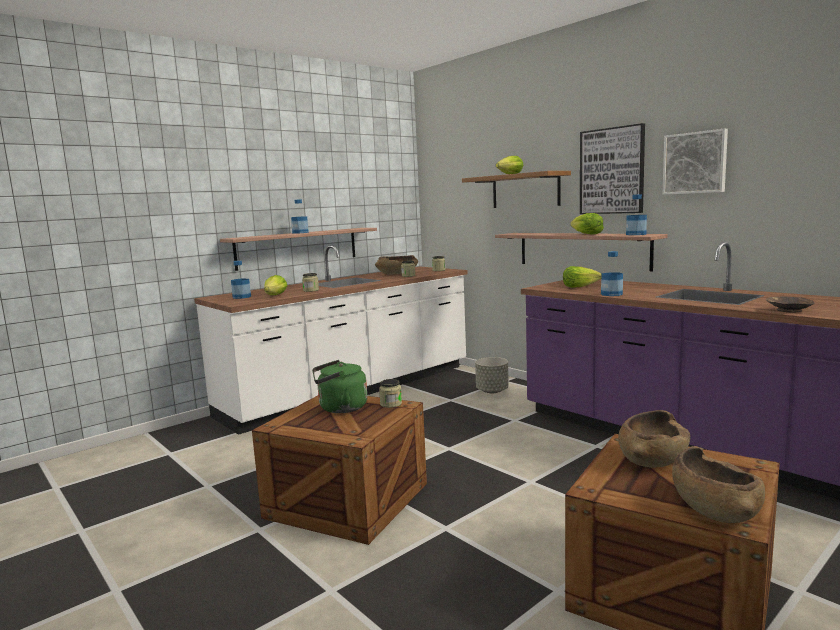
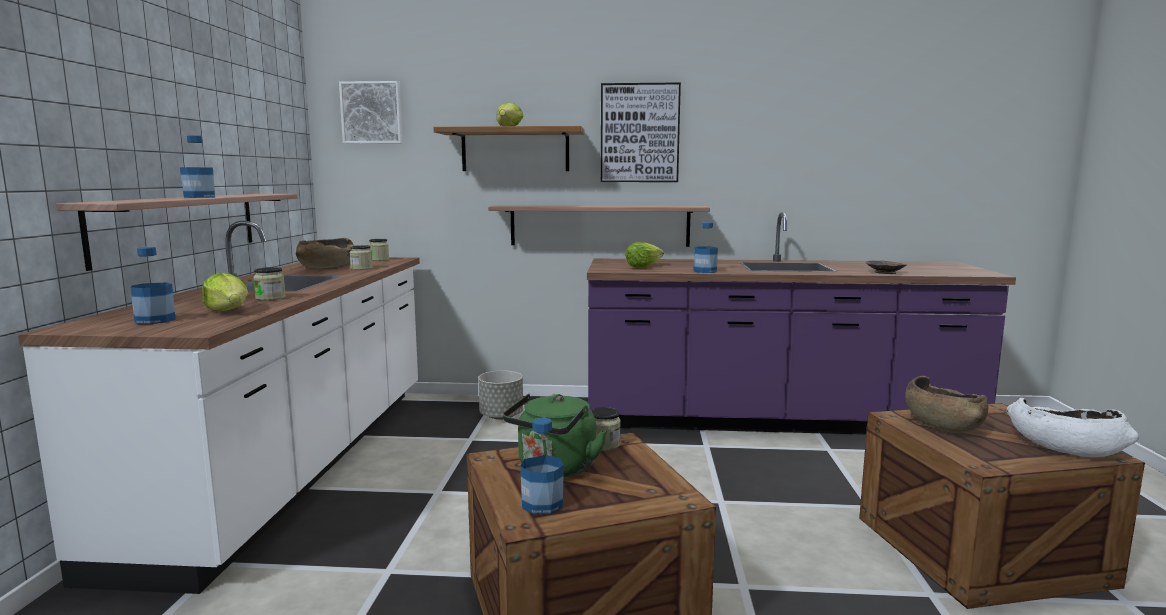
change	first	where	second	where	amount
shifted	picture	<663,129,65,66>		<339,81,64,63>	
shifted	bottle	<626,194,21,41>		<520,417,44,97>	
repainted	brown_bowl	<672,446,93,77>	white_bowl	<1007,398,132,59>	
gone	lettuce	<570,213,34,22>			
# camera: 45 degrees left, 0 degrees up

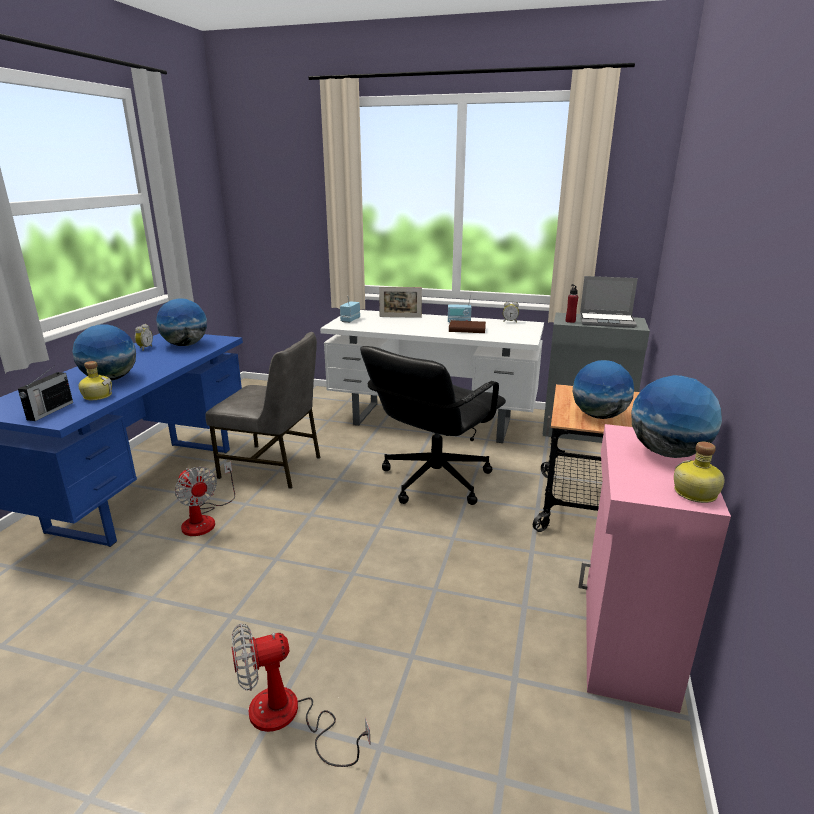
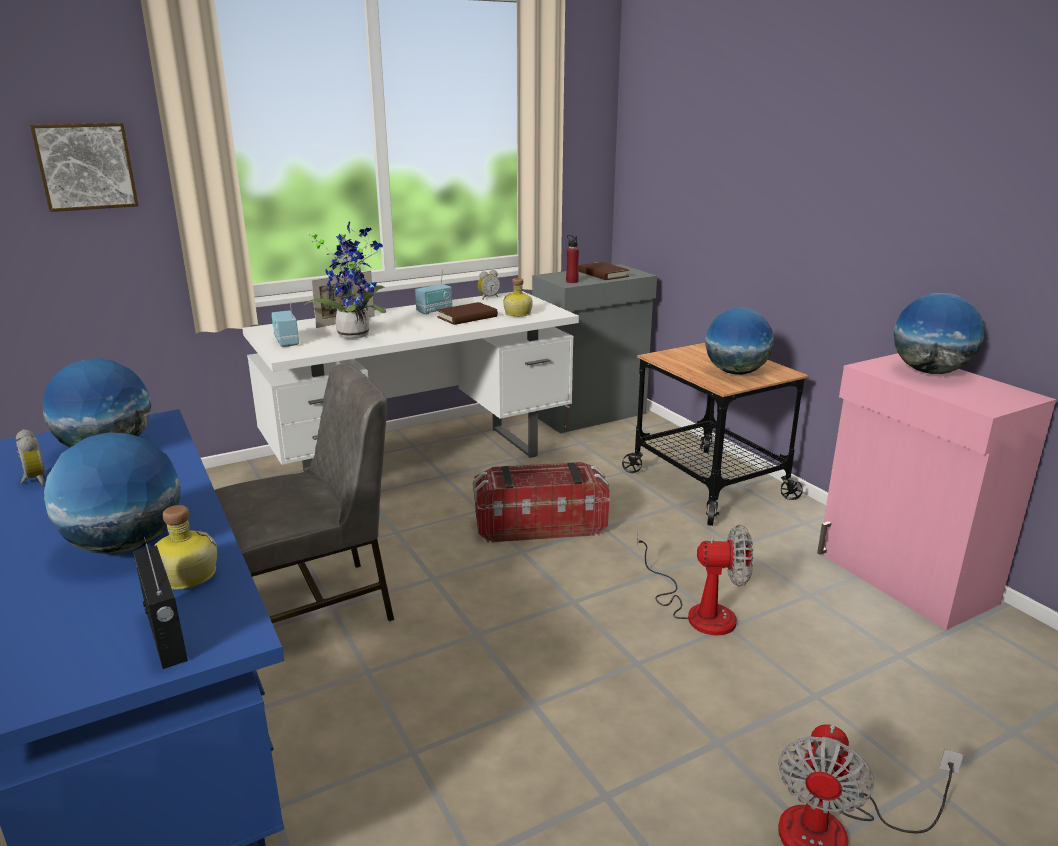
change	first	where	second	where	amount
new			picture	<30,122,109,90>	
new			potted_plant	<304,221,82,118>	
swapped	black_office_chair	<360,346,146,159>	storage_box	<473,462,137,81>	
shifted	bottle	<674,442,51,61>		<503,278,30,39>	
swapped	laptop	<580,276,58,52>	brown_book	<578,262,51,18>	
shifted	fan	<175,461,60,75>		<637,524,117,111>	
# camera: 45 degrees left, 0 degrees up

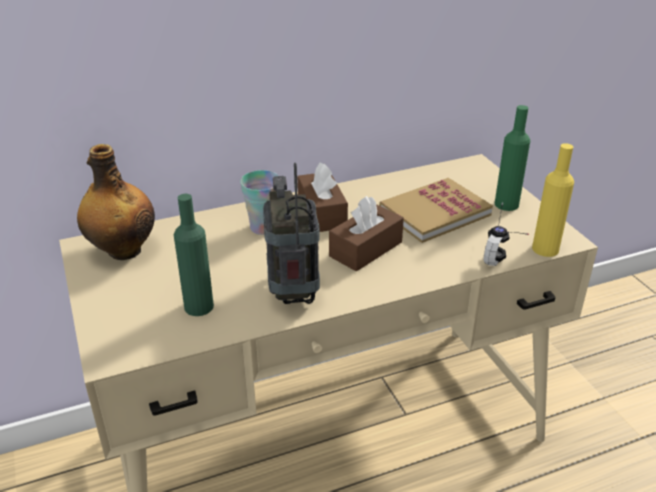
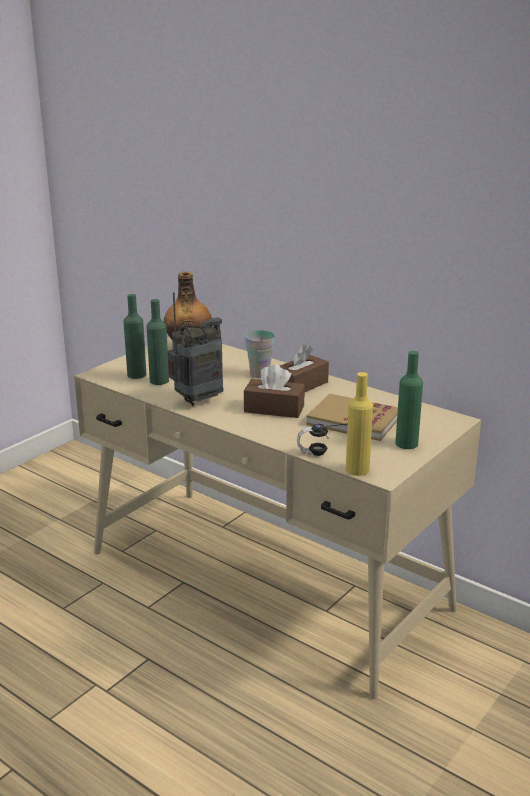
change	first	where	second	where	amount
new			green_bottle	<124,294,23,85>	
# camera: 60 degrees right, 10 degrees down

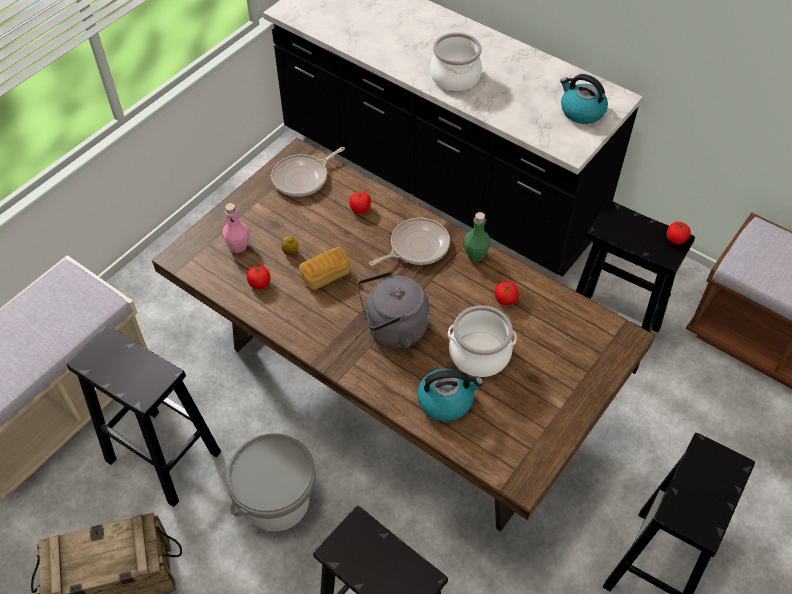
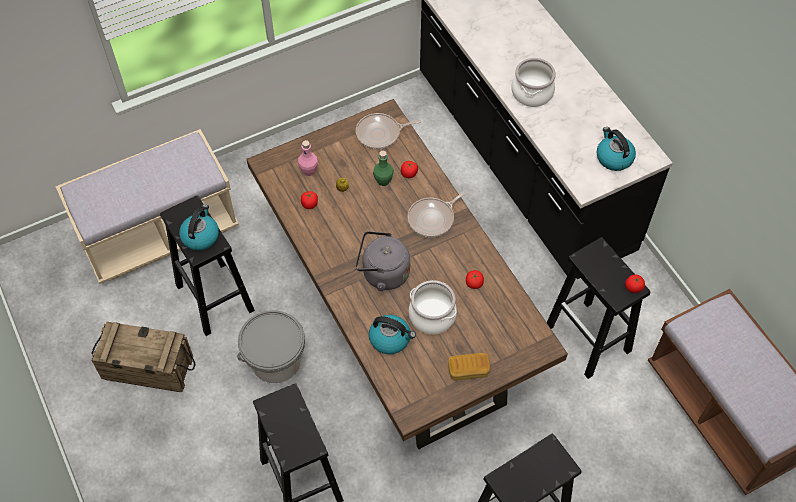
change	first	where	second	where	amount
new			kettle	<179,204,40,47>	
shifted	green_bottle	<463,212,28,50>		<373,151,21,35>	
rotated	frying_pan	<369,218,81,48>		<407,191,60,46>	150 degrees clockwise
shifted	bread	<299,247,51,43>		<448,353,42,28>	
# camera: 25 degrees right, 5 degrees up

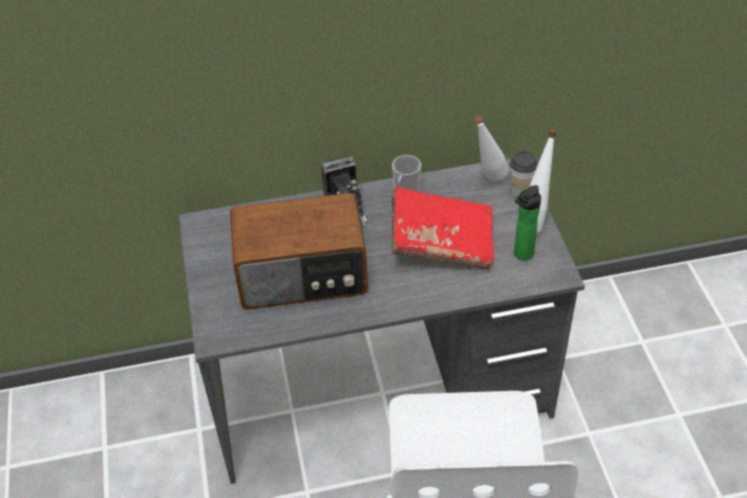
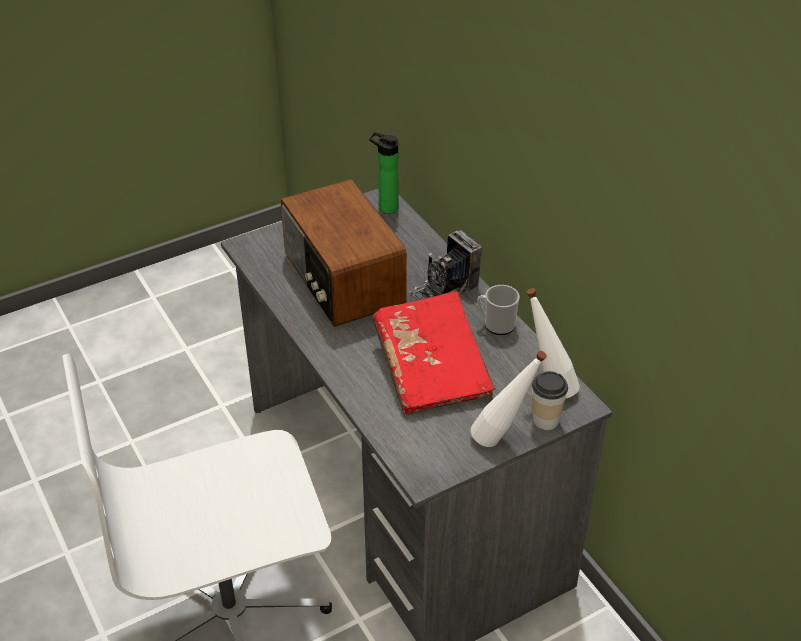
change	first	where	second	where	amount
shifted	bottle	<514,185,27,76>		<369,132,29,82>	
# camera: 70 degrees right, 5 degrees down

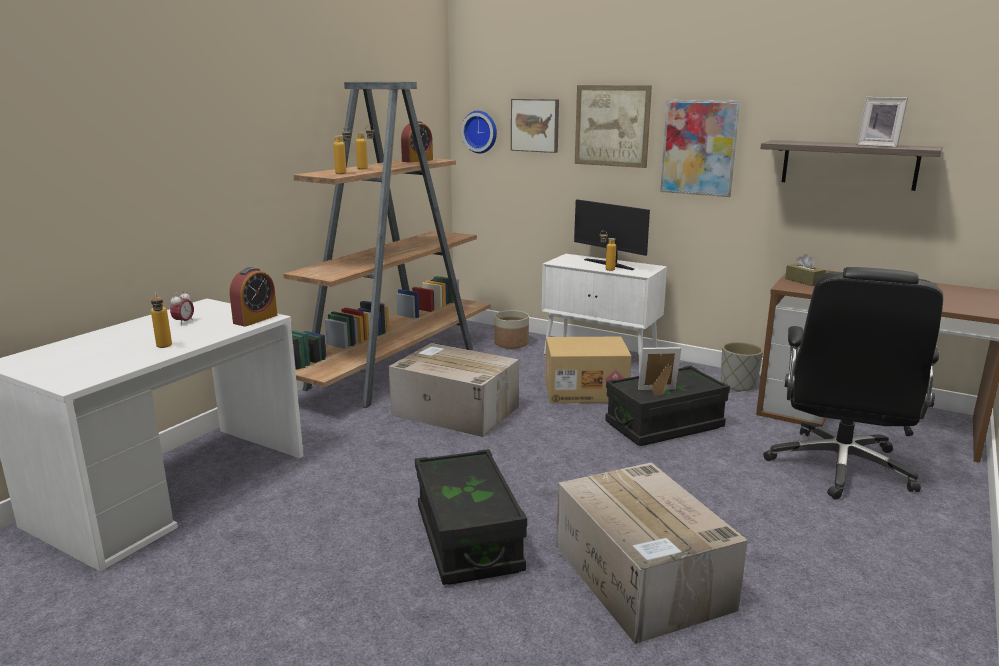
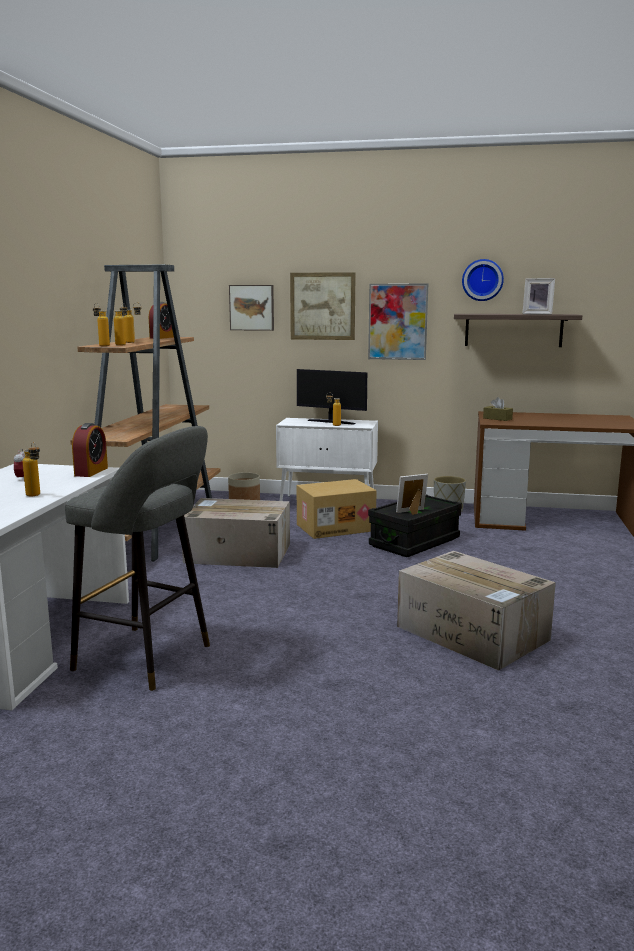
change	first	where	second	where	amount
new			grey_stool	<65,426,145,265>	
new			bottle	<93,303,17,43>	
shifted	wall_clock	<461,111,36,43>		<462,259,42,42>	
gone	black_storage_box	<415,449,112,136>			
gone	black_office_chair	<763,267,180,232>			
# camera: 20 degrees left, 5 degrees down

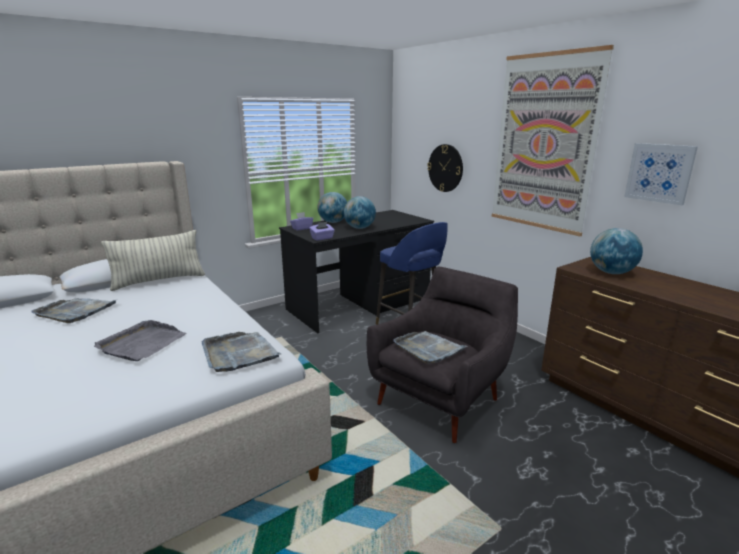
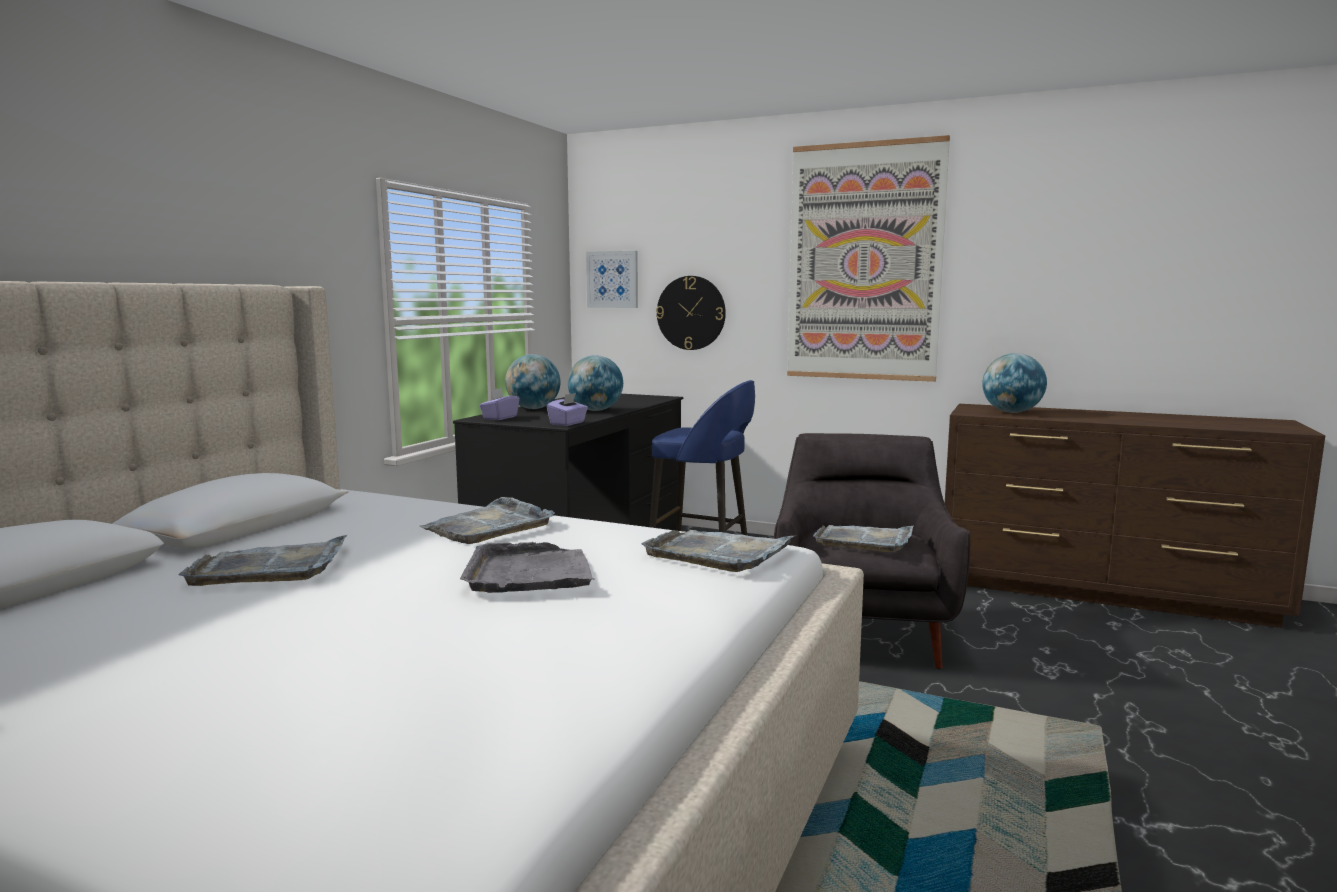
change	first	where	second	where	amount
new			grey_tray	<419,497,136,47>	
shifted	picture	<624,143,74,62>		<586,251,52,57>	
gone	pillow	<101,230,104,61>			
# camera: 30 degrees left, 10 degrees down

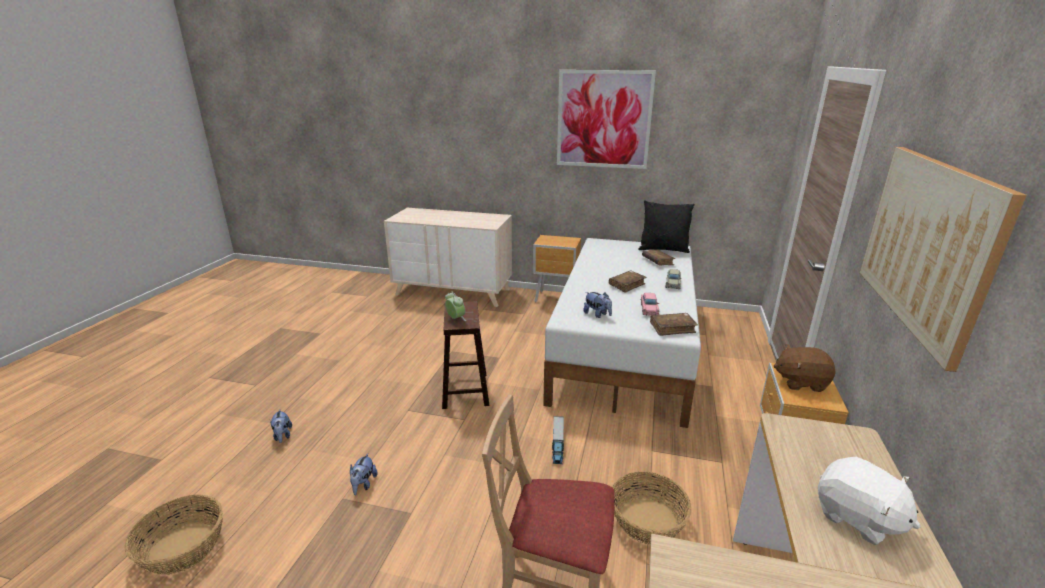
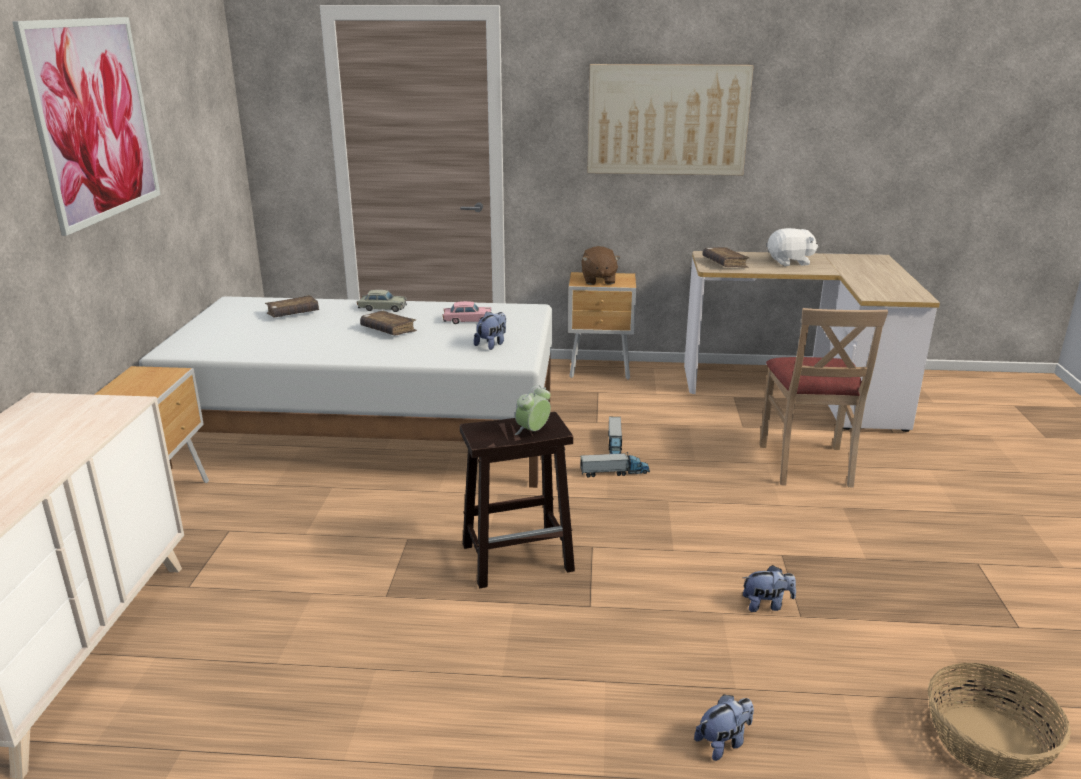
change	first	where	second	where	amount
new			toy_truck	<608,417,14,37>	
shifted	brown_book	<650,313,48,23>		<703,247,46,21>	
rotated	white_plush_toy	<818,457,102,88>		<767,228,51,38>	45 degrees clockwise
gone	basket	<612,471,80,74>			
gone	black_pillow	<638,200,56,53>			
# camera: 100 degrees left, 0 degrees up

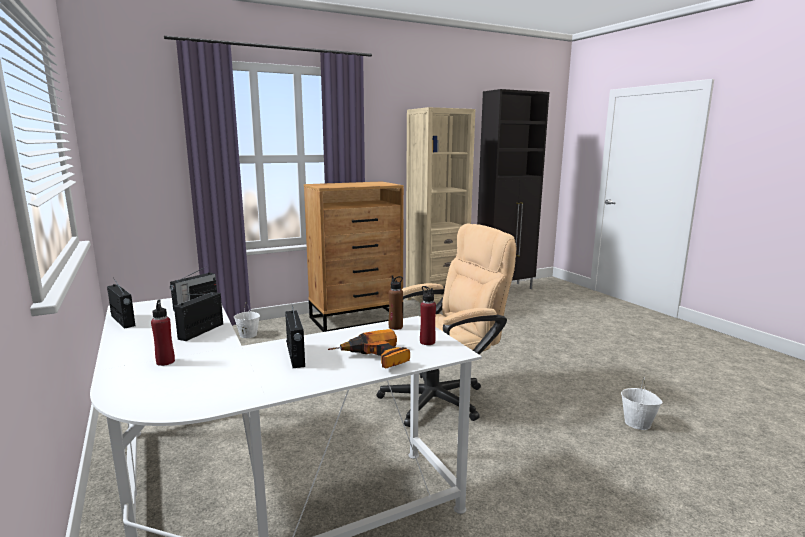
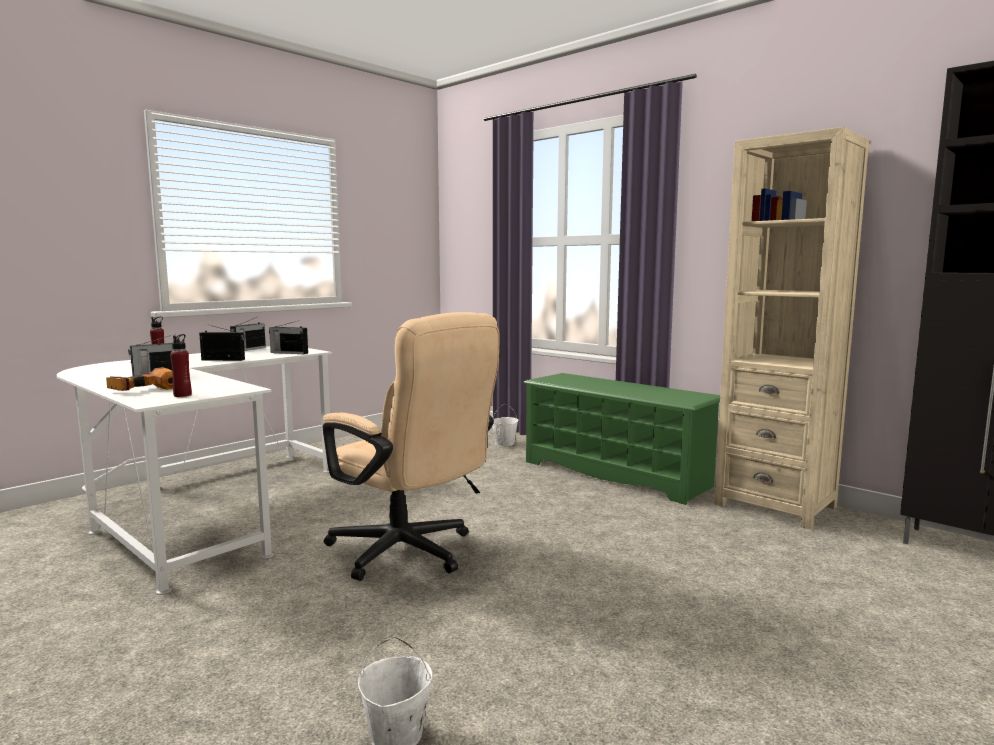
change	first	where	second	where	amount
swapped	brown_dresser	<304,181,100,151>	green_shoe_rack	<523,373,197,132>	
gone	brown_bottle	<389,275,14,55>			
# camera: 70 degrees right, 5 degrees down

